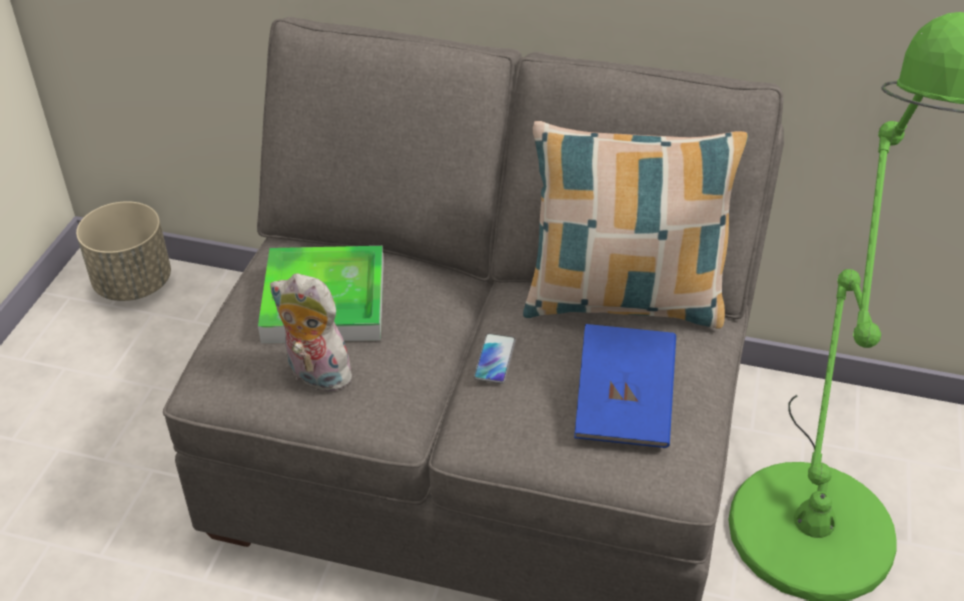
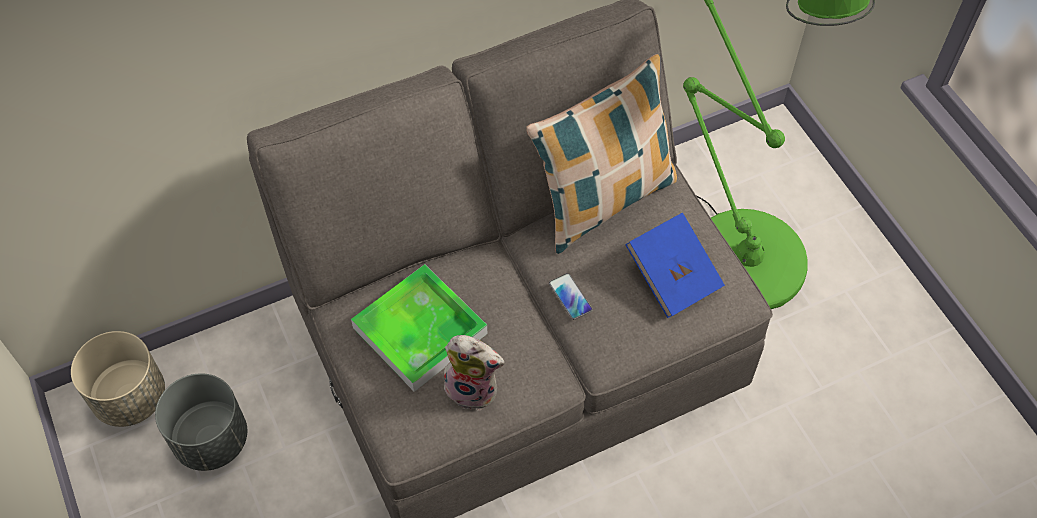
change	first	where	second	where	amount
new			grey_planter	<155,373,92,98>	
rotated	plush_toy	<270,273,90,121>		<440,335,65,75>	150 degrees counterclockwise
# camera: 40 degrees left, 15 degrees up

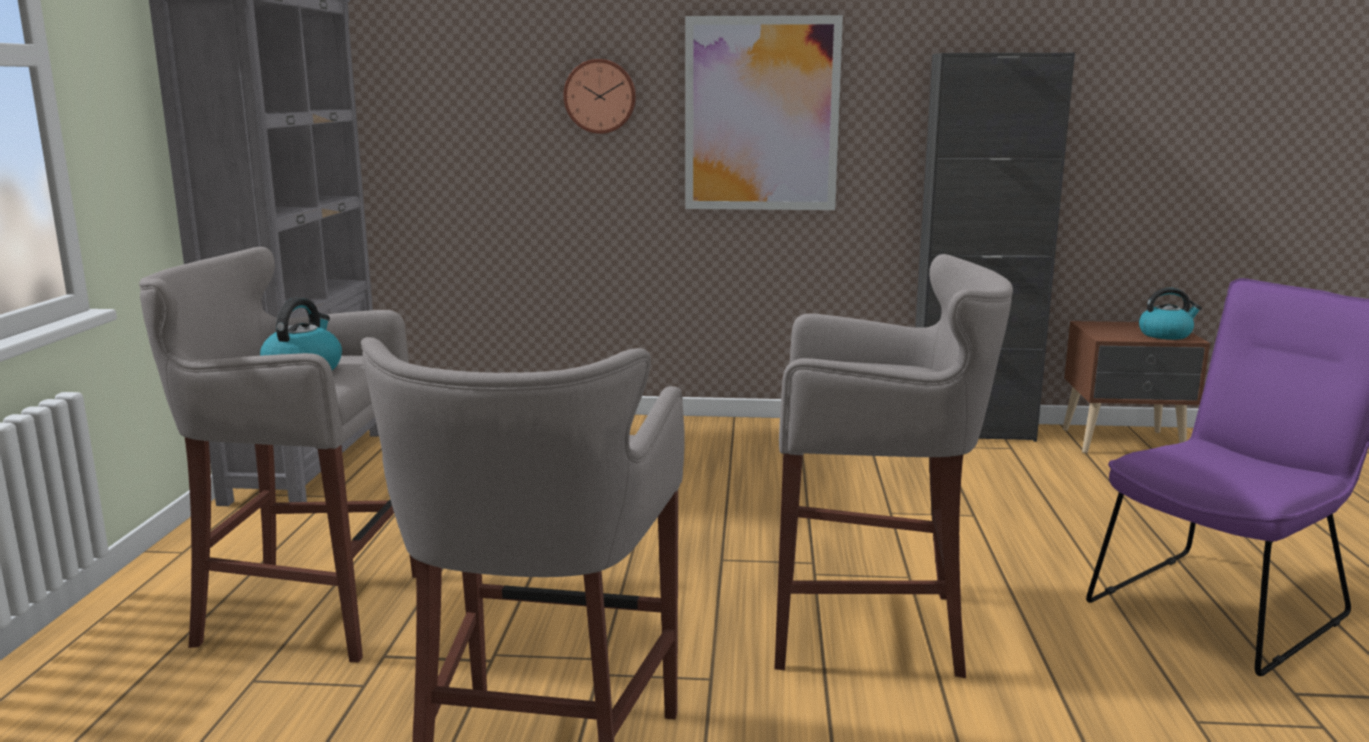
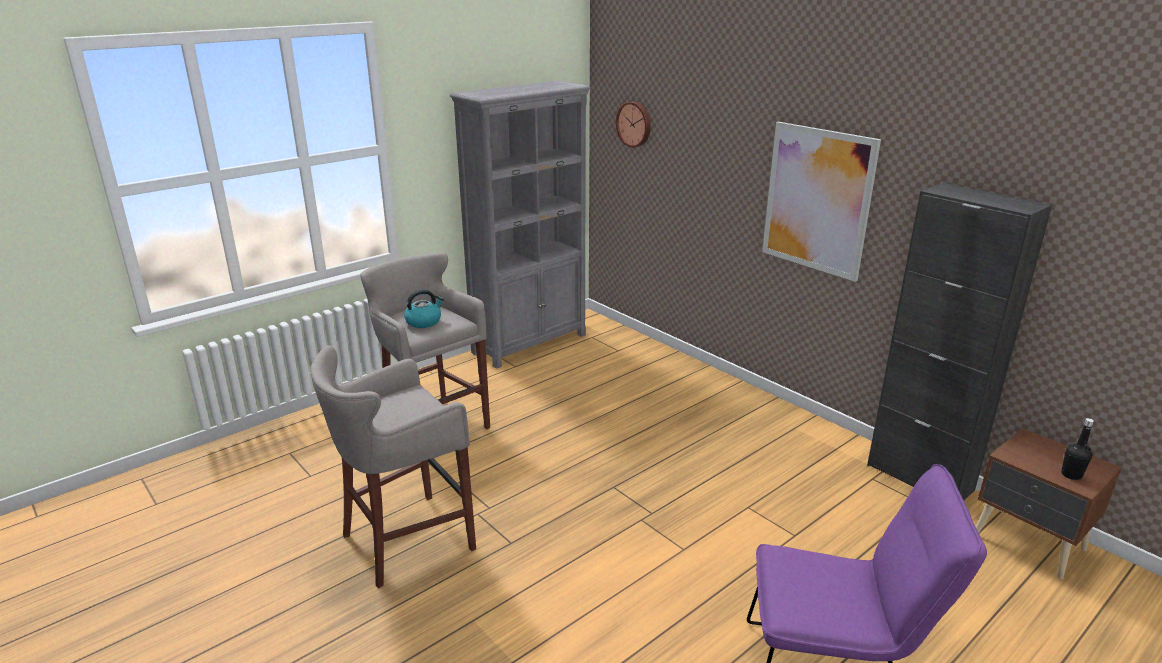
change	first	where	second	where	amount
shifted	wall_clock	<563,59,73,75>		<616,102,35,46>	
swapped	kettle	<1139,287,63,53>	black_bottle	<1061,418,33,62>	
gone	grey_stool	<774,254,239,424>			
# camera: 45 degrees right, 10 degrees up

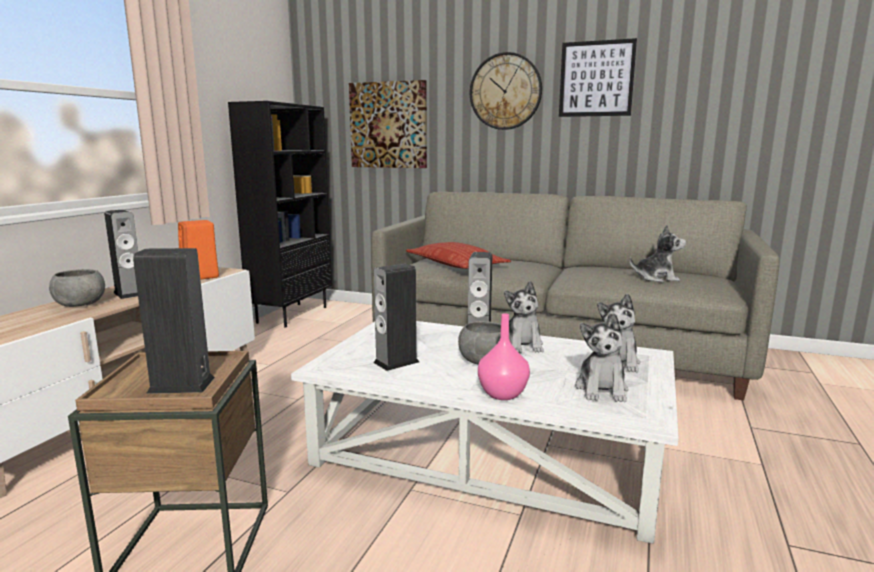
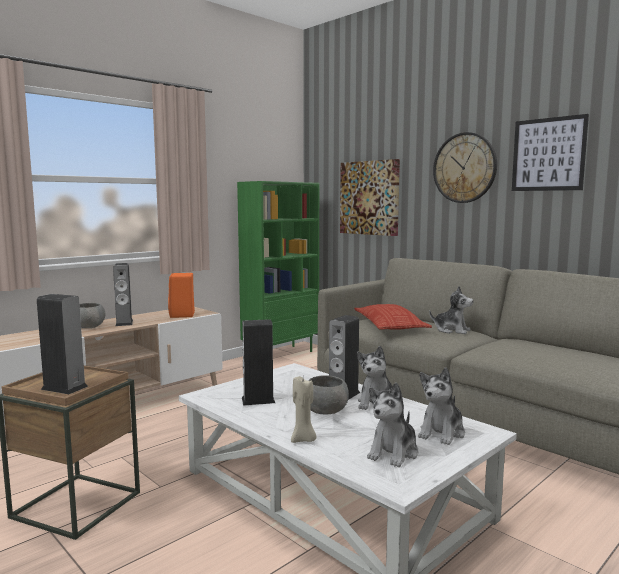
change	first	where	second	where	amount
repainted	black_bookcase	<228,101,104,226>	green_bookcase	<237,181,82,171>	
swapped	pink_vase	<478,313,52,87>	beige_candle	<291,376,26,67>	
shifted	plush_toy	<630,225,56,57>		<429,286,44,48>	
# camera: 25 degrees right, 5 degrees down

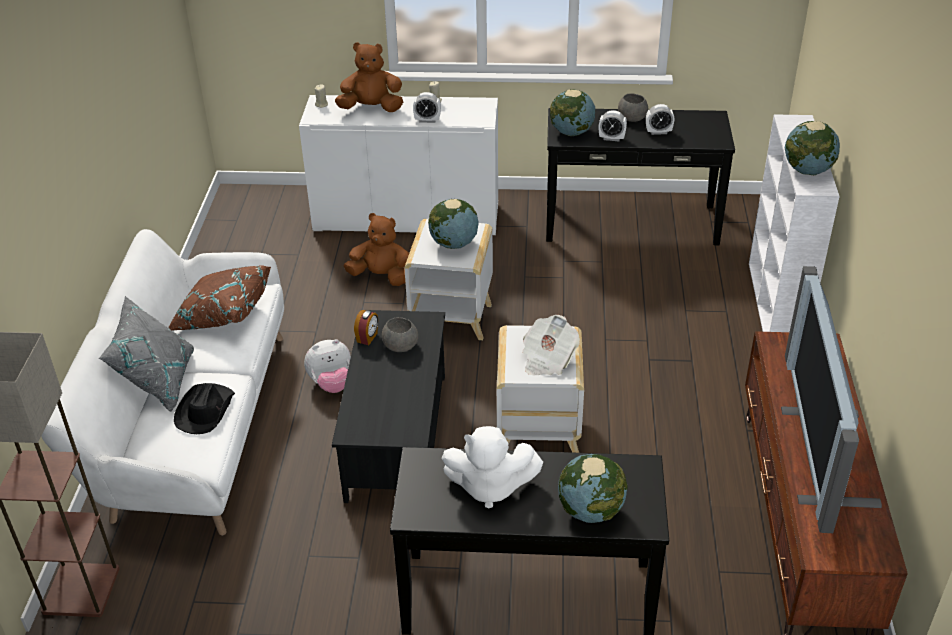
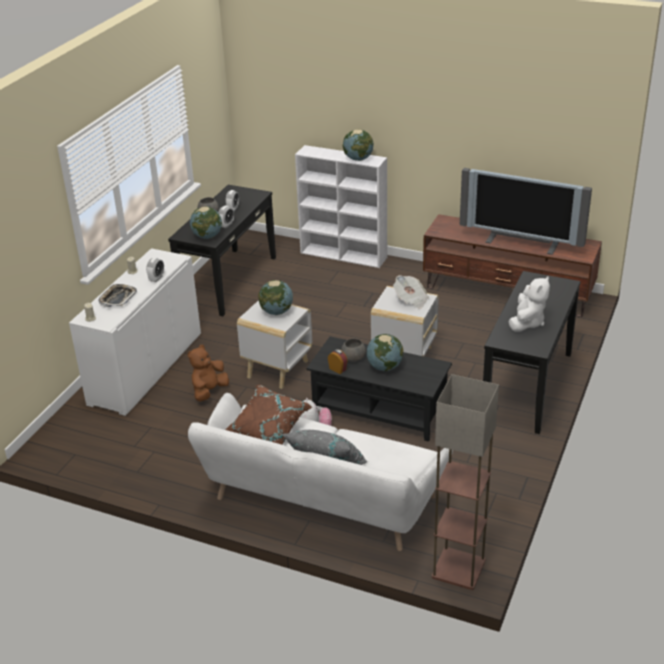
change	first	where	second	where	amount
swapped	brown_plush_toy	<335,42,68,70>	tray	<98,284,39,23>	
shifted	globe	<558,454,69,69>		<367,334,36,37>	
gone	black_hat	<174,383,61,51>			
# camera: 70 degrees left, 5 degrees down

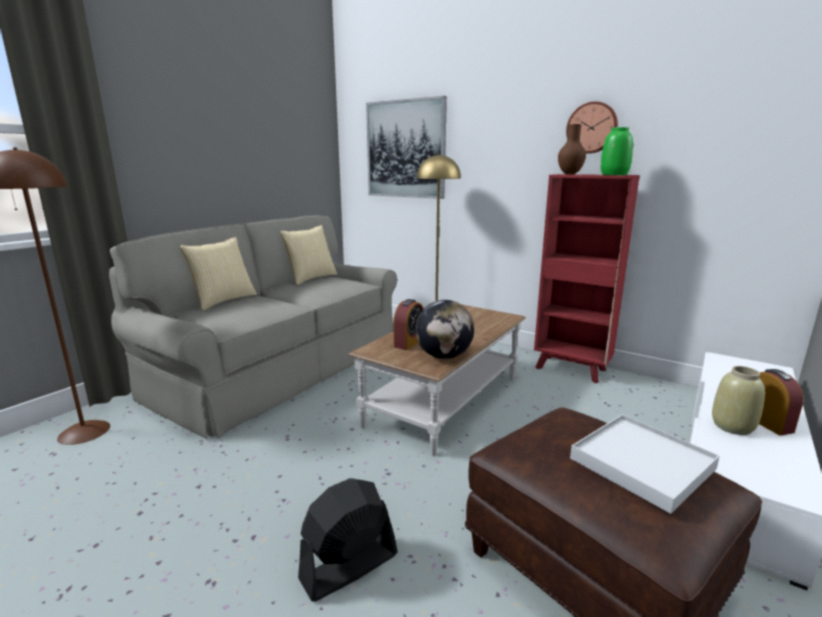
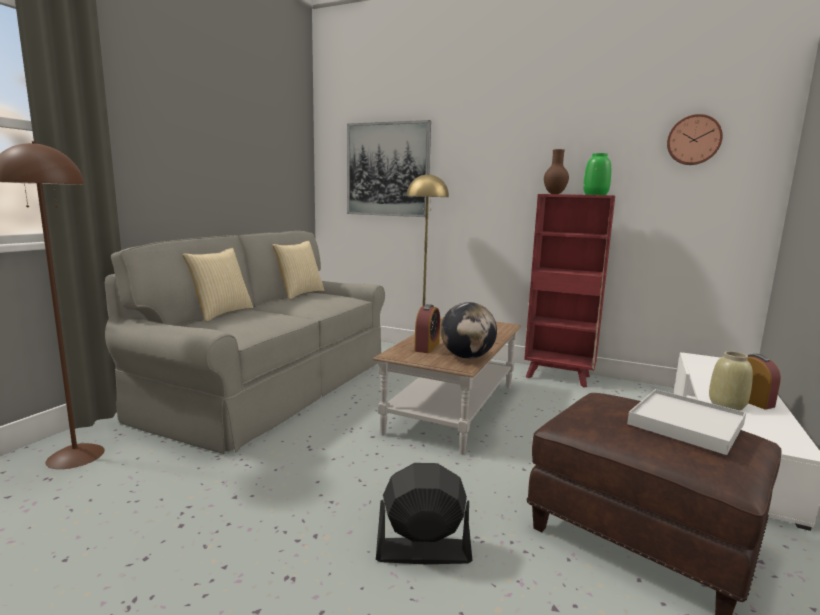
change	first	where	second	where	amount
rotated	black_fan	<298,478,100,124>		<376,463,97,101>	45 degrees clockwise
shifted	wall_clock	<566,101,52,52>		<667,114,56,51>	
# camera: 10 degrees left, 5 degrees down

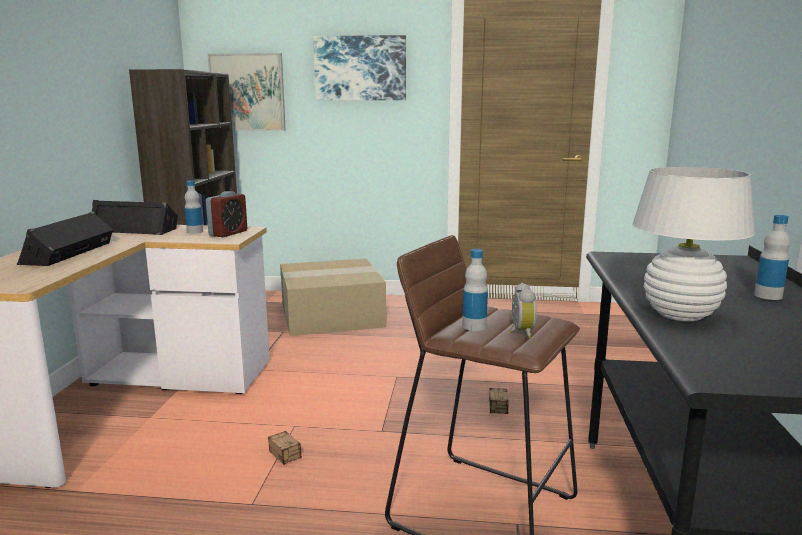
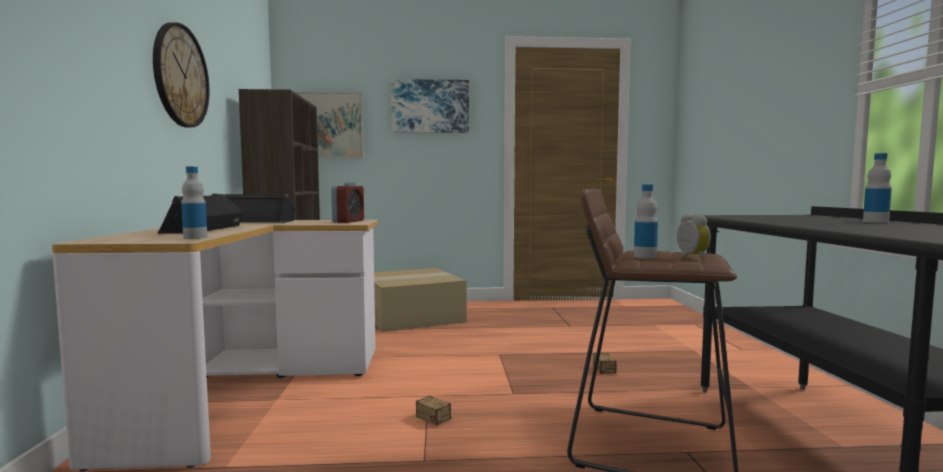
change	first	where	second	where	amount
new			wall_clock	<153,22,56,106>	
shifted	bottle	<185,180,18,54>		<181,167,26,72>	
gone	white_table_lamp	<632,167,123,155>			
# camera: 10 degrees left, 10 degrees down

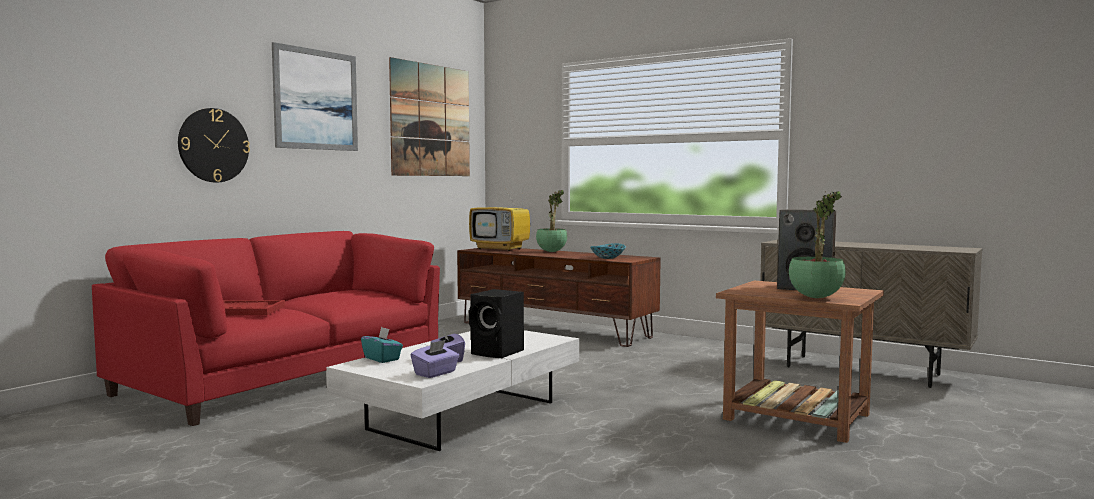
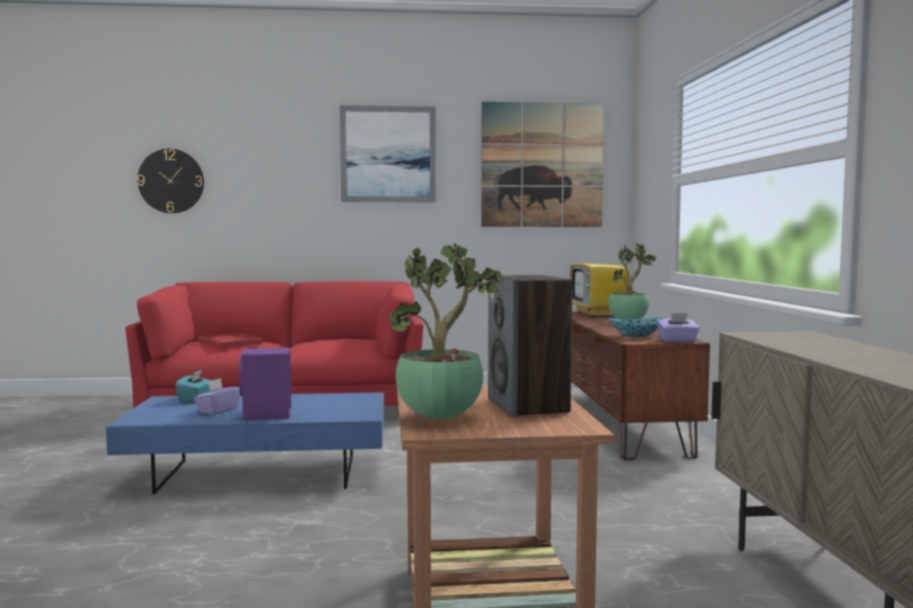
change	first	where	second	where	amount
repainted	white_coffee_table	<326,330,253,121>	blue_coffee_table	<106,392,278,102>	
shifted	wall_clock	<178,108,72,74>		<137,149,67,64>	
repainted	black_speaker	<469,289,55,69>	purple_speaker	<239,348,52,72>	
shifted	purple_tissue_box	<411,340,48,38>		<657,313,43,29>	
# camera: 50 degrees right, 0 degrees up

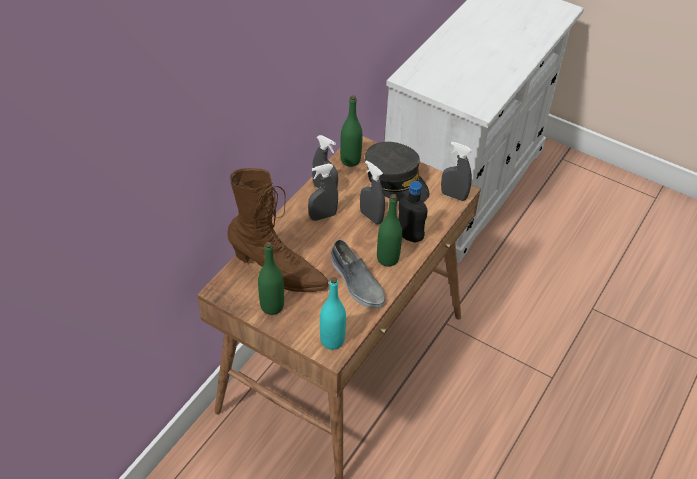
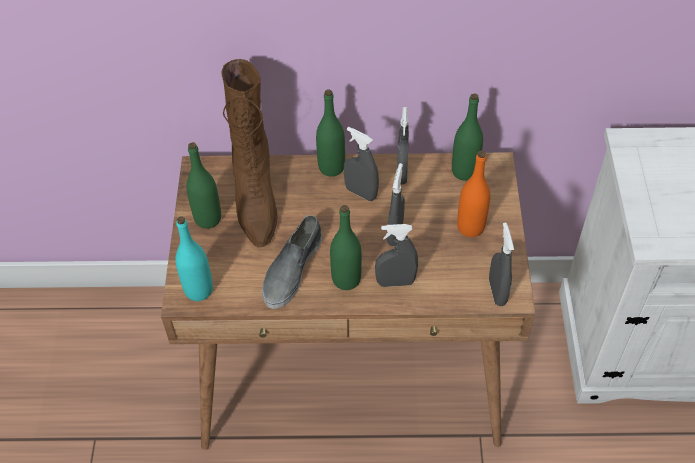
change	first	where	second	where	amount
new			green_bottle	<316,89,29,87>	
swapped	black_bottle	<398,181,30,61>	grey_spray_bottle	<375,224,43,63>	
swapped	grey_cap	<365,142,64,60>	orange_bottle	<457,151,33,86>	
# camera: 60 degrees right, 5 degrees up

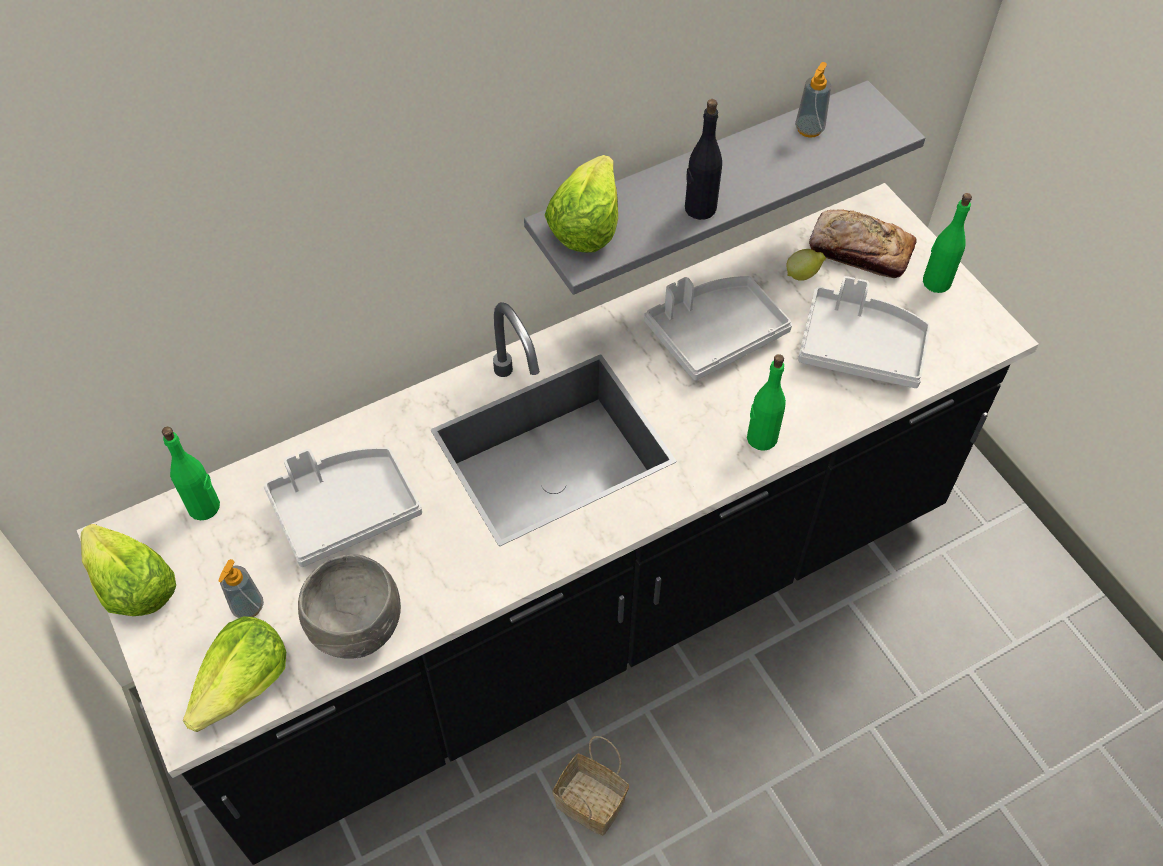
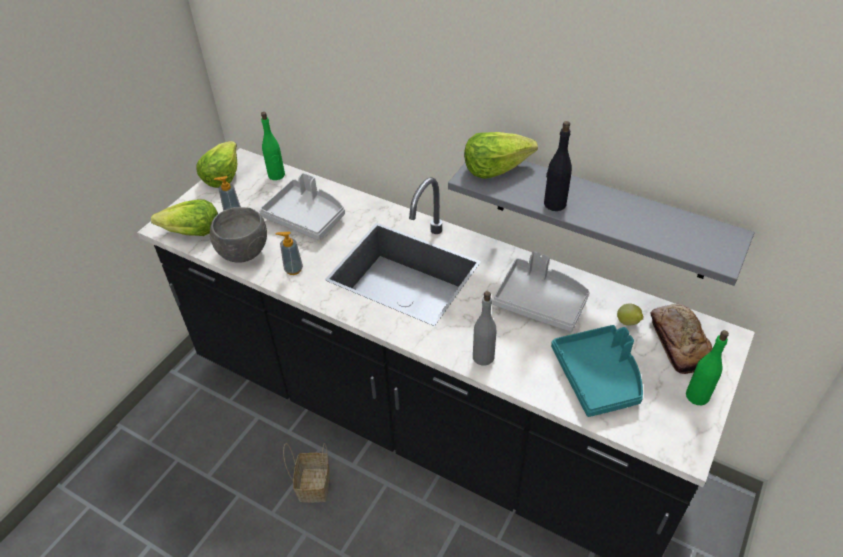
change	first	where	second	where	amount
shifted	soap_dispenser	<795,62,36,76>		<276,231,27,44>	
repainted	green_bottle	<747,354,39,97>	grey_bottle	<473,291,23,75>	
repainted	grey_tray	<798,276,132,112>	turquoise_tray	<551,325,92,92>	
# camera: 60 degrees right, 10 degrees down

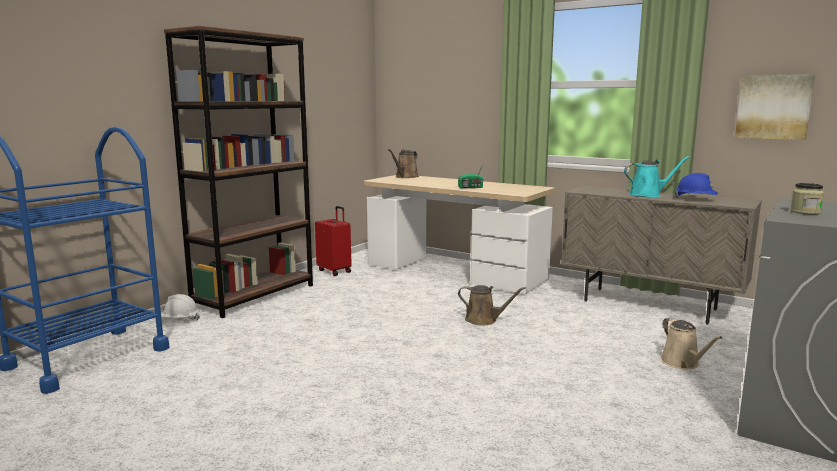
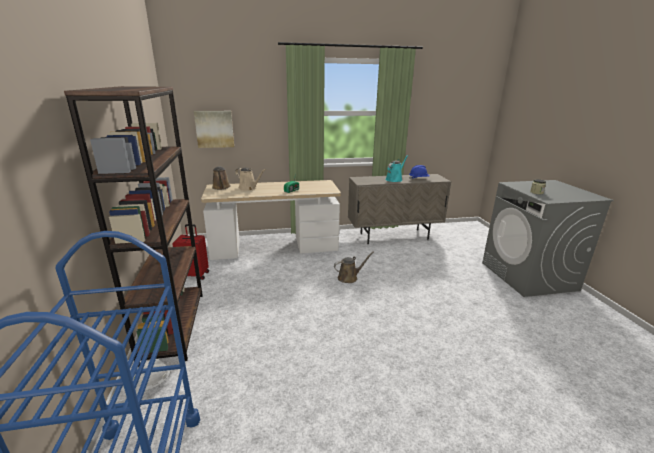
change	first	where	second	where	amount
shifted	picture	<735,74,80,66>		<194,111,40,37>	
shifted	beige_watering_can	<660,317,62,52>		<235,168,31,23>	
# camera: 45 degrees left, 10 degrees up

